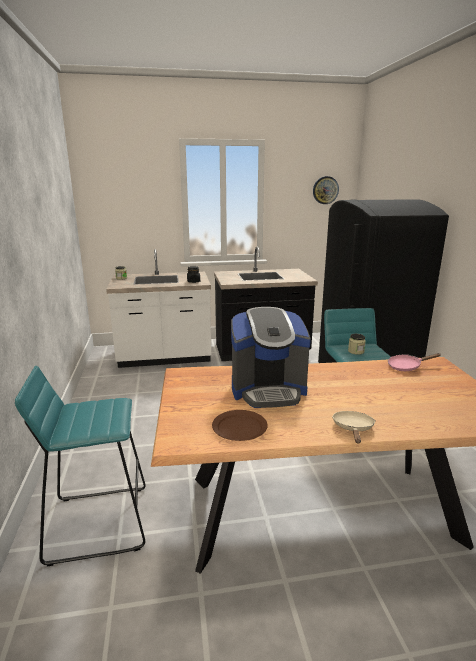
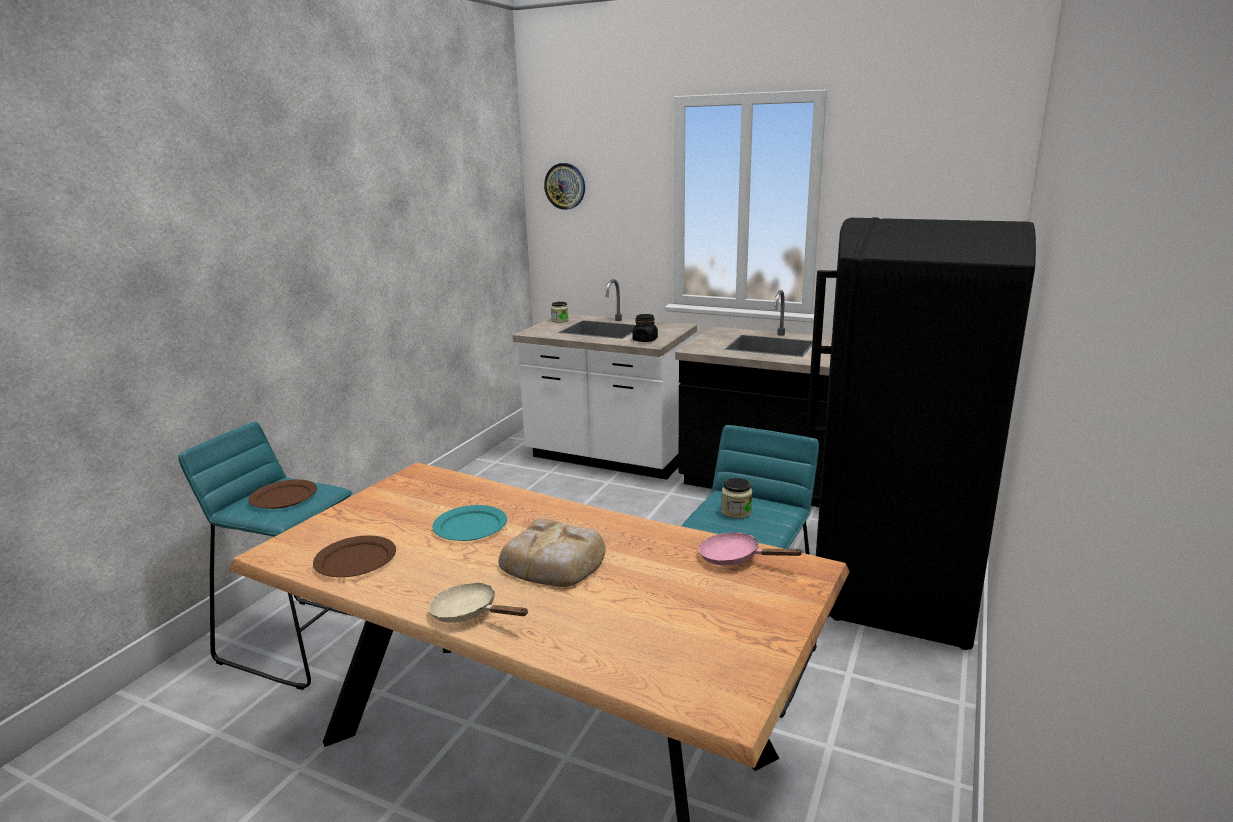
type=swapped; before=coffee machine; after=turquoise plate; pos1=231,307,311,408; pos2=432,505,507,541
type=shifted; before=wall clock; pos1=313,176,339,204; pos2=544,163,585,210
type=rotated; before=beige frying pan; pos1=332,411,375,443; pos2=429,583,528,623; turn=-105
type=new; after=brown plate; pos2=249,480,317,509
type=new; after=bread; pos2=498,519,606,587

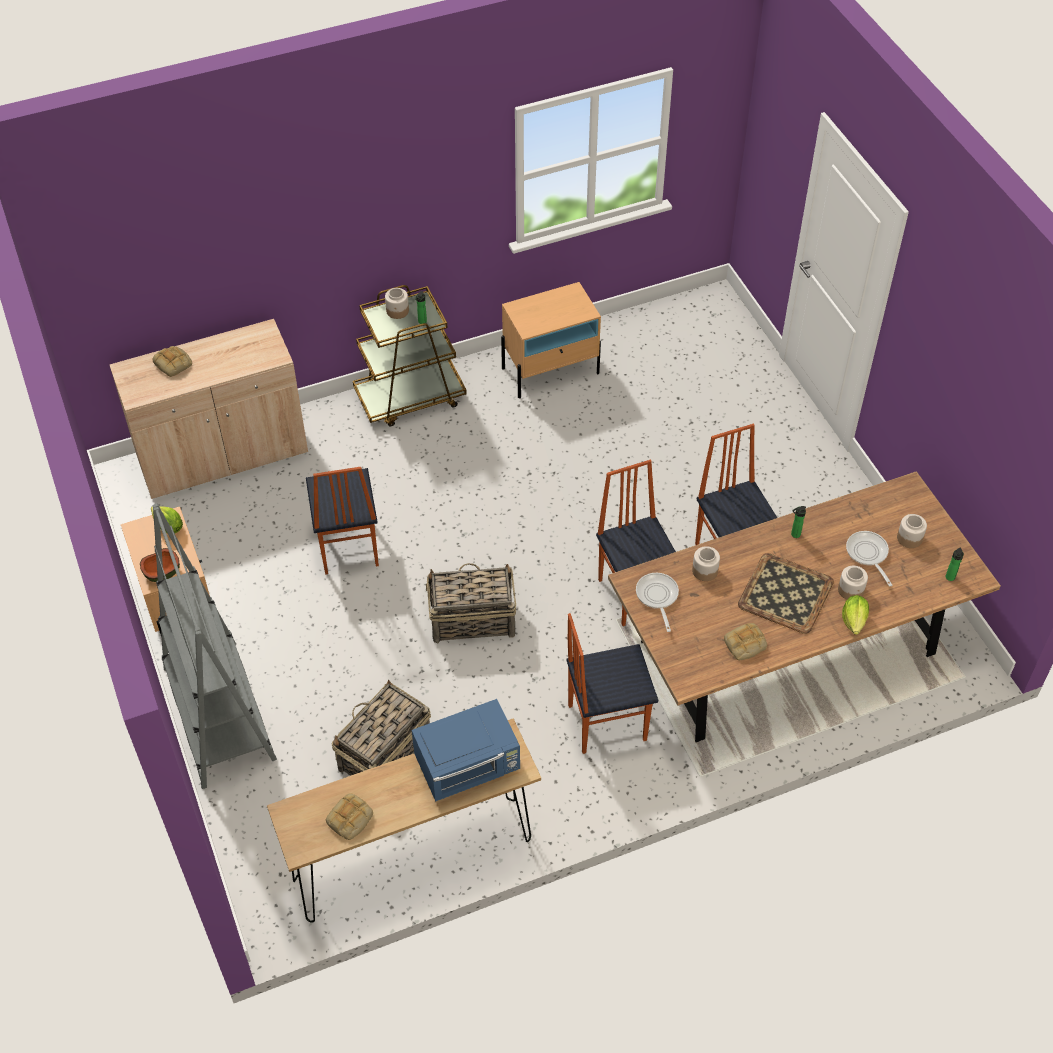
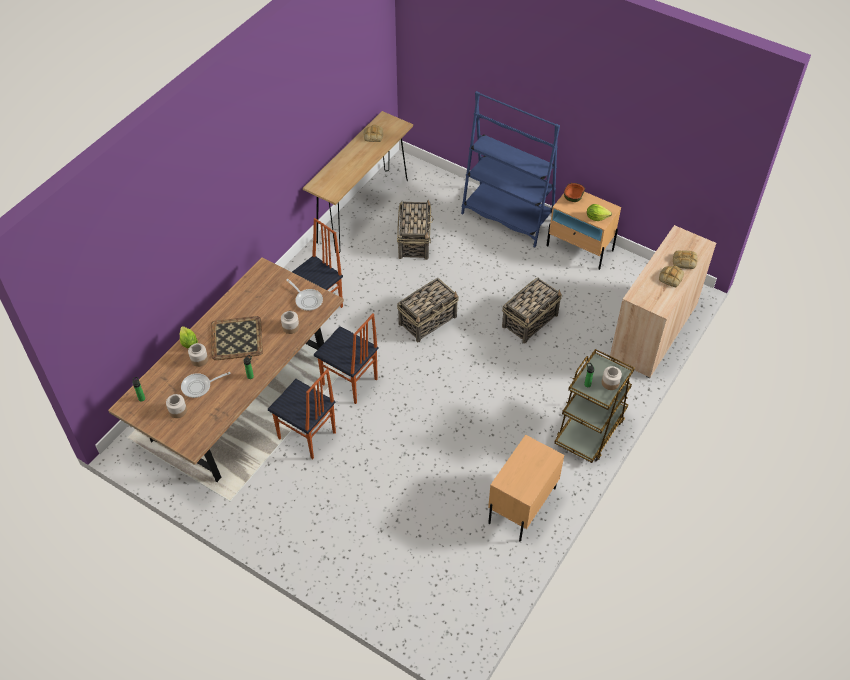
type=repainted; before=grey bookcase; after=blue bookcase; pos1=153,504,277,789; pos2=461,91,560,247
type=swapped; before=chair; after=basket; pos1=306,467,379,574; pos2=502,278,562,343
type=gone; before=blue microwave; pos1=412,699,520,802
type=shifted; before=bread; pos1=724,623,767,660; pos2=659,266,684,287
type=rotated; before=frying pan; pos1=846,531,892,586; pos2=181,372,231,398; turn=120

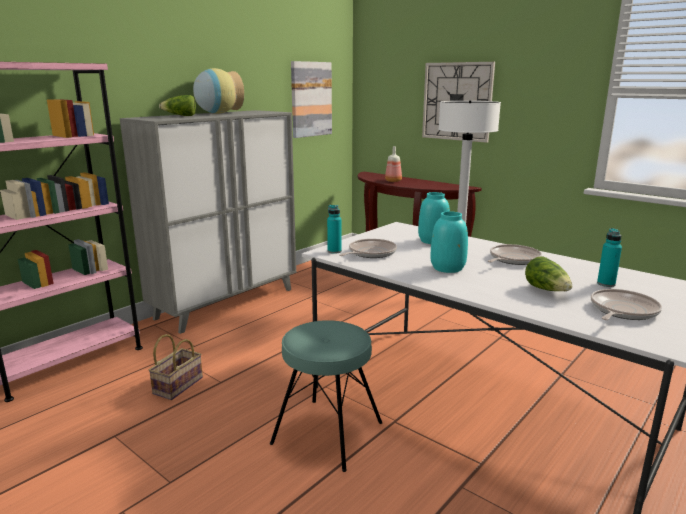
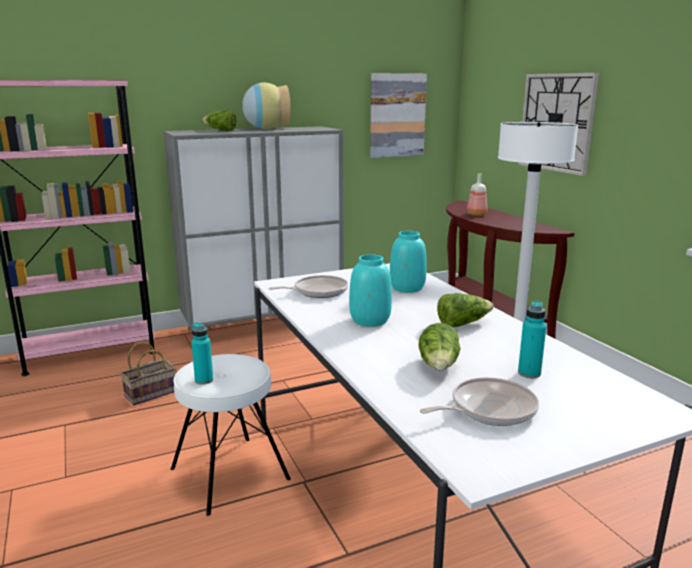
type=repainted; before=turquoise stool; after=white stool; pos1=270,320,382,472; pos2=171,354,291,516
type=shifted; before=turquoise bottle; pos1=327,205,342,254; pos2=192,323,213,385
type=swapped; before=frying pan; after=lettuce; pos1=488,244,542,265; pos2=437,293,494,327

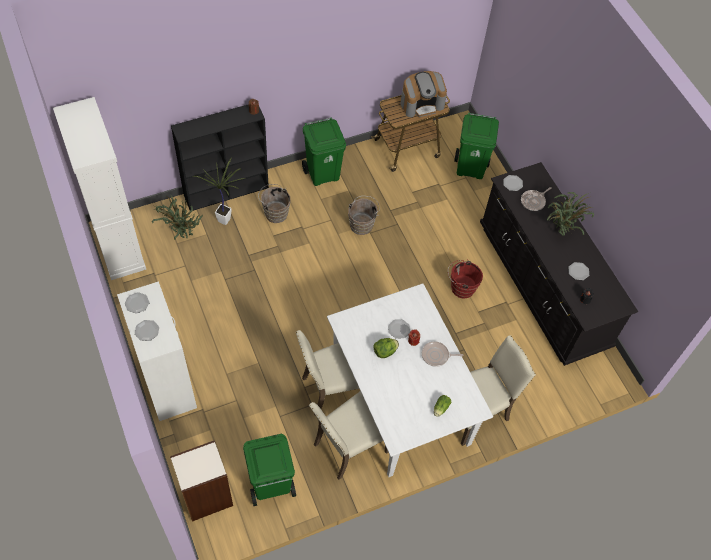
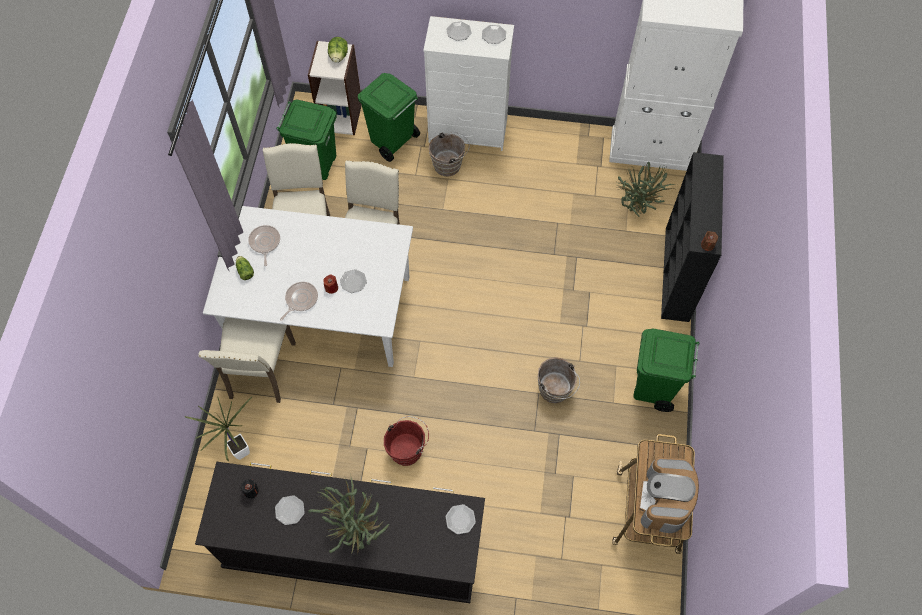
type=shifted; before=potted plant; pos1=193,158,245,225; pos2=184,397,252,461
type=shifted; before=brown bucket; pos1=258,184,290,223; pos2=429,132,470,177
type=shifted; before=lettuce; pos1=373,338,399,358; pos2=328,37,348,63
type=shifted; before=green trash can; pos1=454,113,499,179; pos2=358,73,420,162
type=shifted; before=frying pan; pos1=521,187,552,211; pos2=248,225,280,266

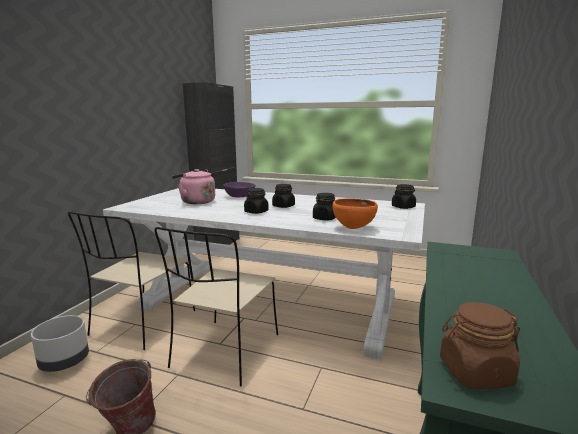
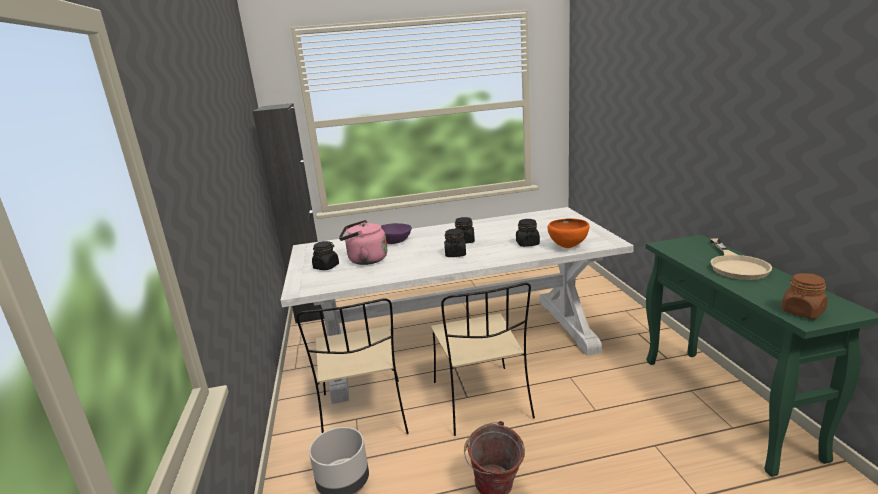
type=shifted; before=black jar; pos1=392,184,416,209; pos2=312,241,339,270
type=new; after=beige frying pan; pos2=710,239,772,280

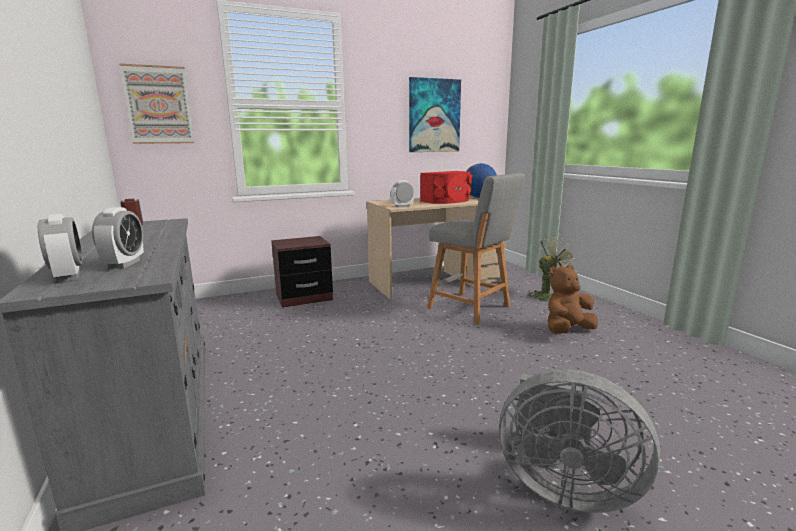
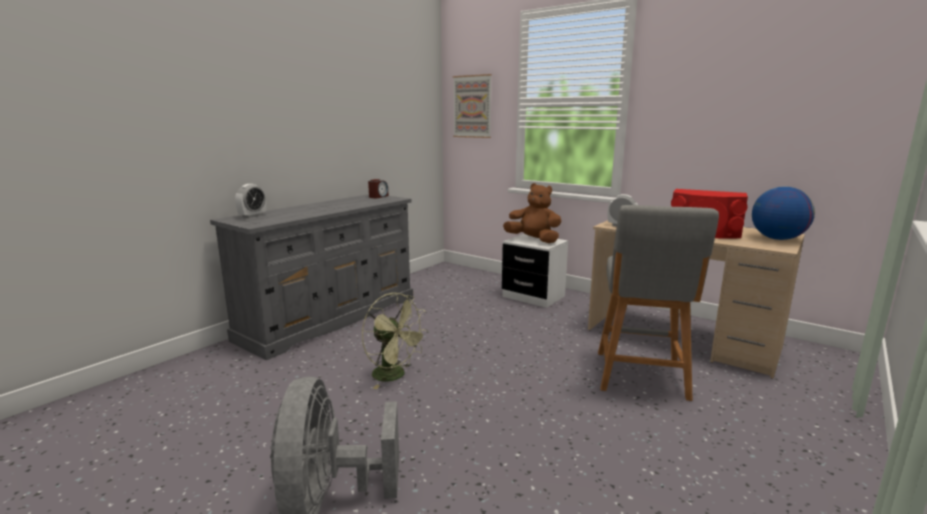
type=gone; before=alarm clock; pos1=92,207,144,269
type=repainted; before=brown nightstand; after=white nightstand; pos1=271,236,333,308; pos2=502,234,568,308
type=gone; before=picture; pos1=409,77,461,152
type=shifted; before=green fan; pos1=526,236,579,300; pos2=362,293,428,389
type=shifted; before=brown plush toy; pos1=547,265,598,334; pos2=503,183,561,243

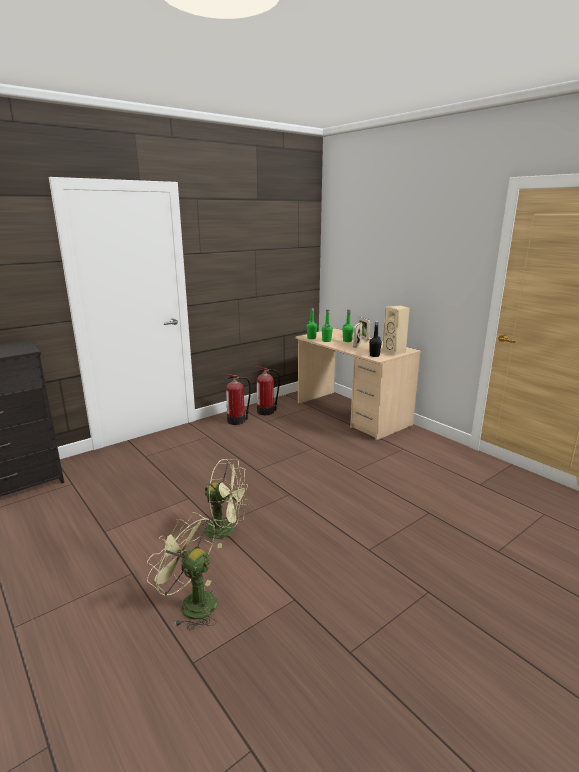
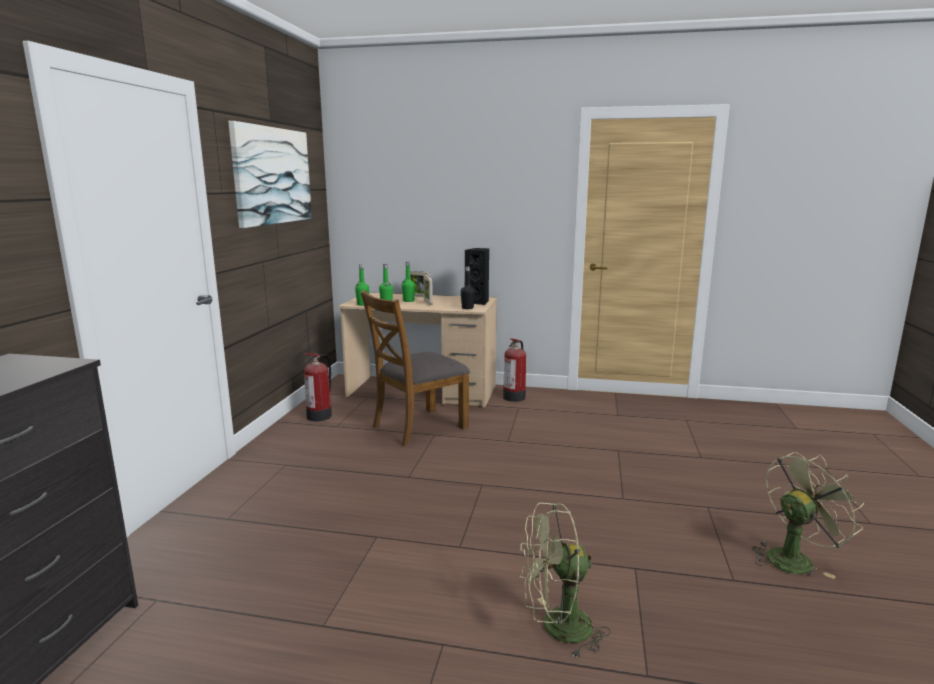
type=shifted; before=green fan; pos1=201,459,249,548; pos2=752,452,864,579
type=shifted; before=fire extinguisher; pos1=223,373,251,425; pos2=503,338,526,402
type=repainted; before=beige speaker; after=black speaker; pos1=382,305,410,356; pos2=465,248,489,305
type=new; after=picture; pos2=228,121,312,228
type=new; after=brown chair; pos2=361,290,470,447

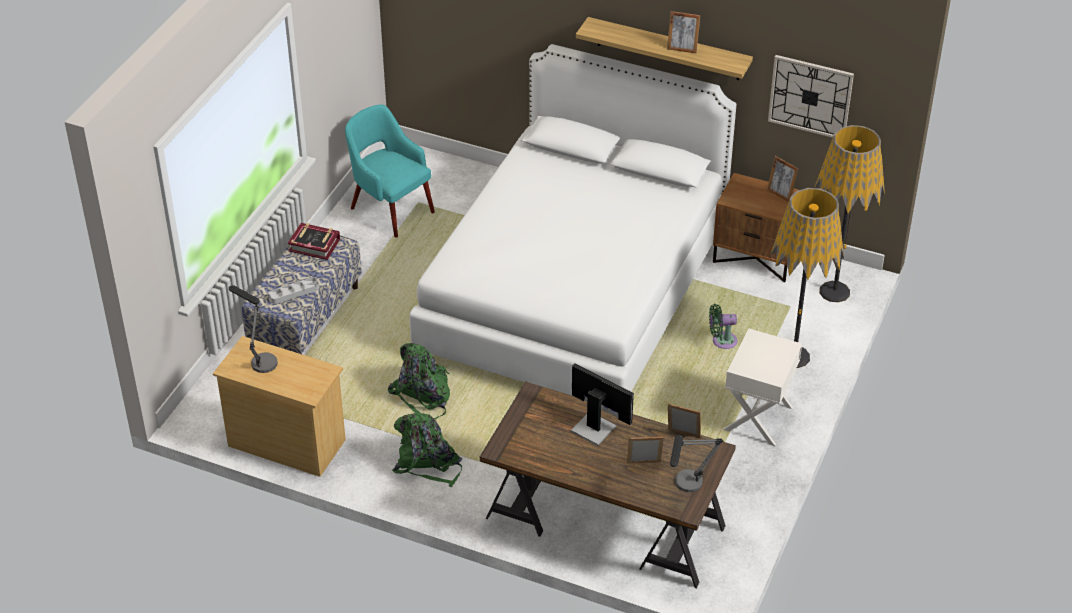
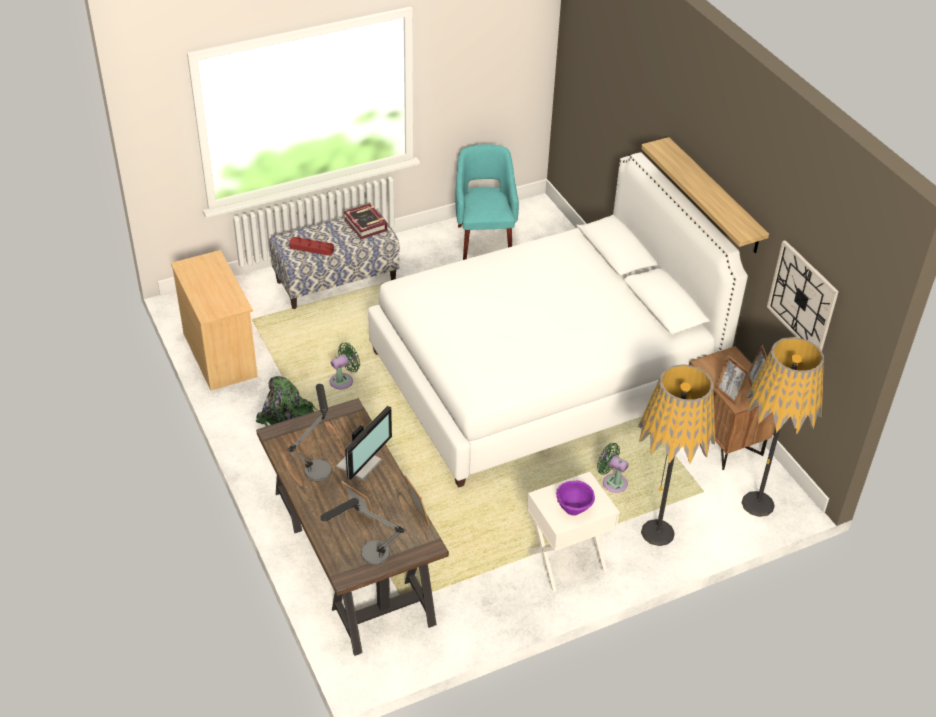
type=shifted; before=table lamp; pos1=229,285,278,373; pos2=287,384,332,482
type=repainted; before=grey tray; after=red tray; pos1=269,277,319,304; pos2=289,237,334,256
type=swapped; before=green backpack; after=green fan; pos1=388,343,450,420; pos2=330,342,360,389
type=rotated; before=monitor; pos1=571,363,634,446; pos2=336,406,392,480; turn=45
type=shifted; before=picture frame; pos1=667,11,700,53; pos2=715,355,750,406
type=new; after=purple bowl; pos2=556,480,595,516

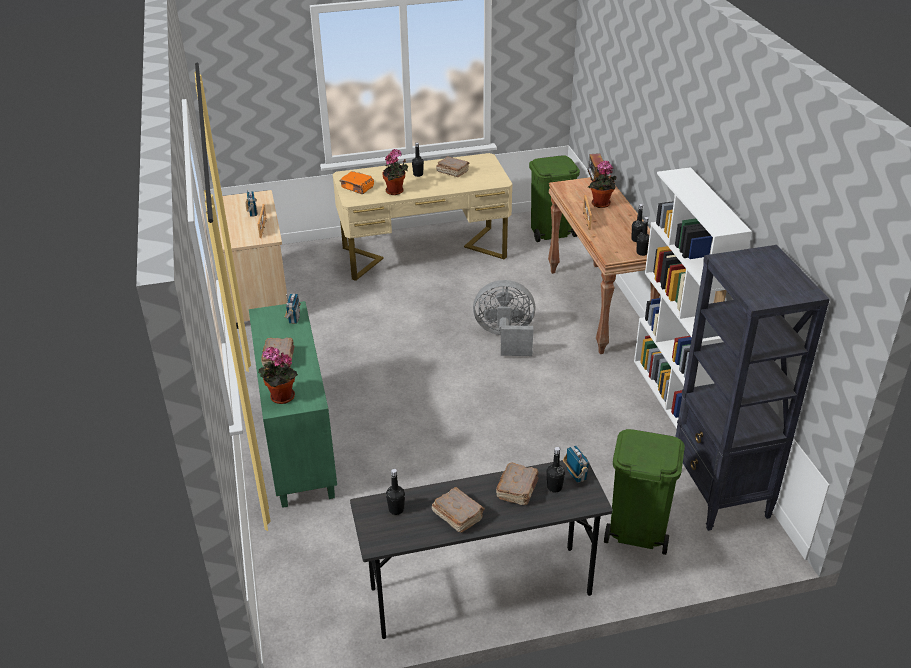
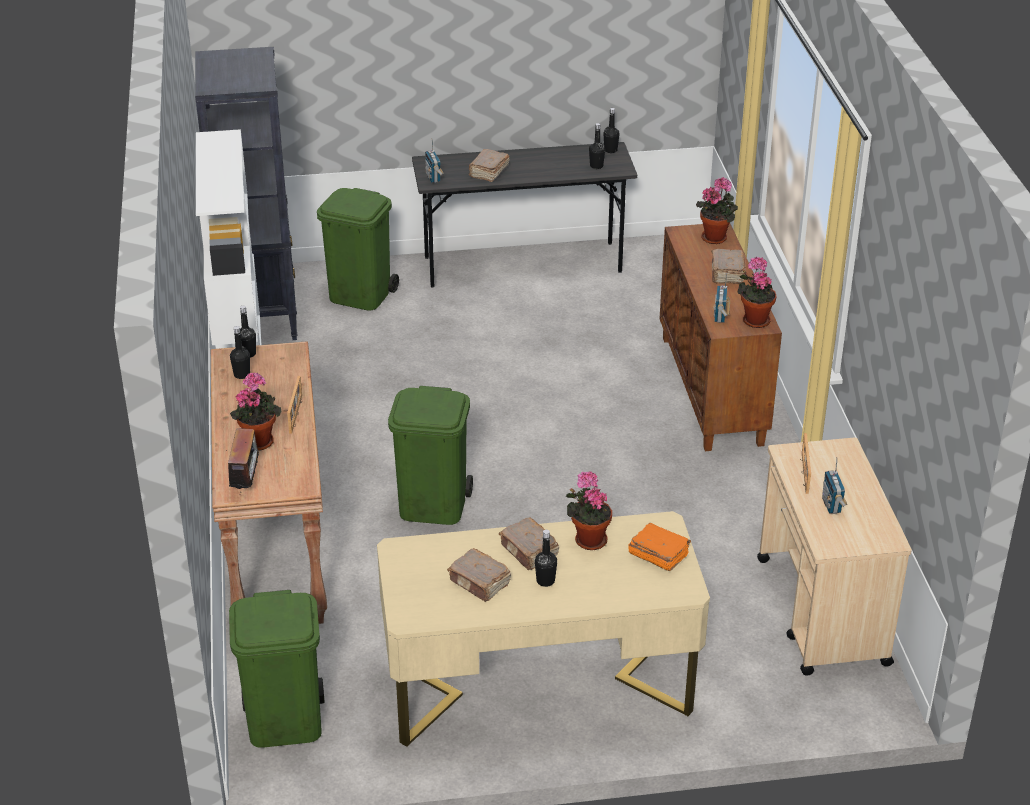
type=repainted; before=green cabinet; after=brown cabinet; pos1=249,301,337,508; pos2=659,224,782,451
type=shifted; before=brown book; pos1=432,487,485,533; pos2=499,518,559,570
type=swapped; before=grey fan; after=green trash can; pos1=473,280,536,356; pos2=388,386,473,525
type=shifted; before=black bottle; pos1=546,447,565,493; pos2=603,108,619,153
type=new; after=potted plant; pos2=738,257,777,328

